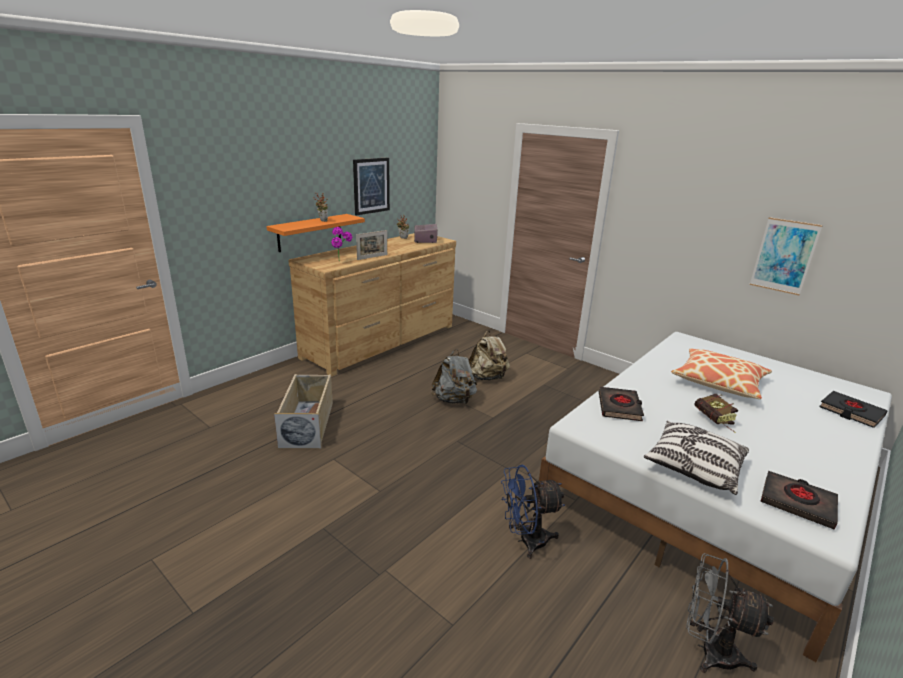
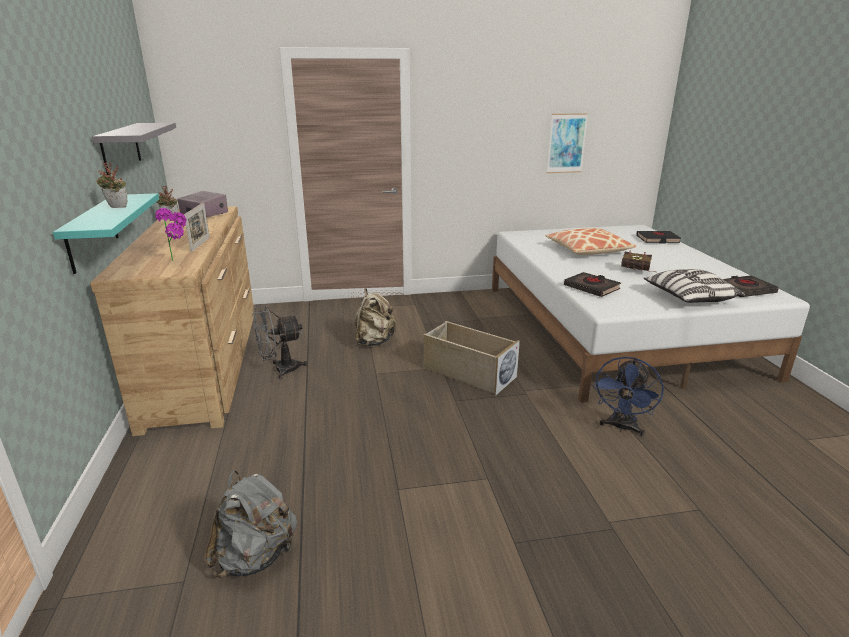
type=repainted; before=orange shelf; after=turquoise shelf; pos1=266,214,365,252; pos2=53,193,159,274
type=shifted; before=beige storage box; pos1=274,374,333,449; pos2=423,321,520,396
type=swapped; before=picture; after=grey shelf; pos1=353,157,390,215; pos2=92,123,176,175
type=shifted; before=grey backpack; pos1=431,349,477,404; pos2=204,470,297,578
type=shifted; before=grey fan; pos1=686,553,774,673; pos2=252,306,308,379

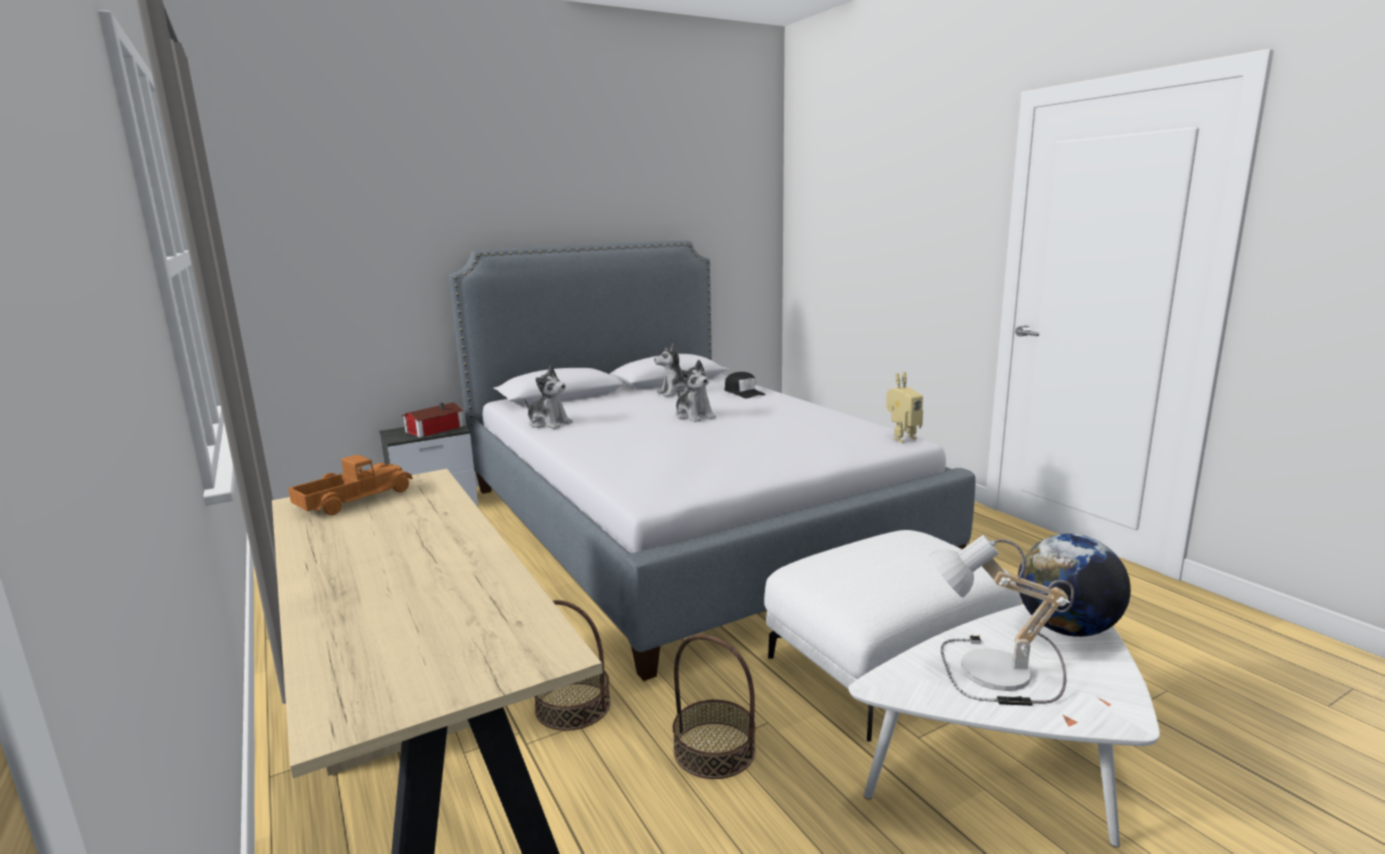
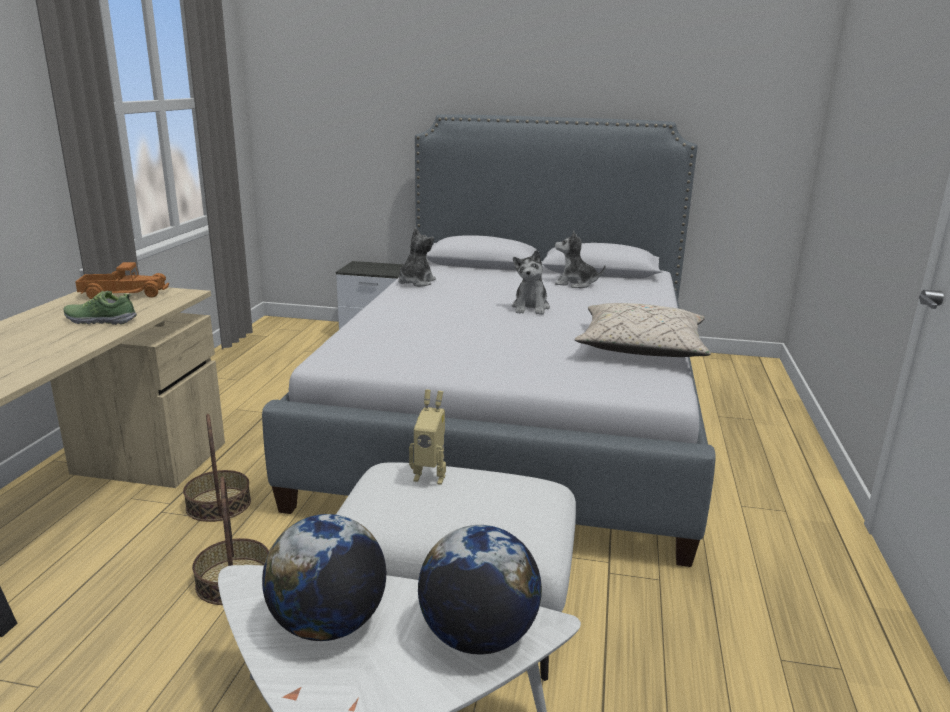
type=gone; before=toy house; pos1=402,402,464,437
type=rotated; before=plush toy; pos1=524,366,573,429; pos2=398,227,436,287; turn=-135
type=gone; before=black cap; pos1=725,372,766,398
type=shifted; before=toy robot; pos1=886,372,923,443; pos2=409,390,446,485
type=swapped; before=table lamp; after=globe; pos1=929,535,1074,706; pos2=262,514,386,641
type=new; after=shoe; pos2=63,291,137,325
type=new; after=beige pillow; pos2=575,303,711,357

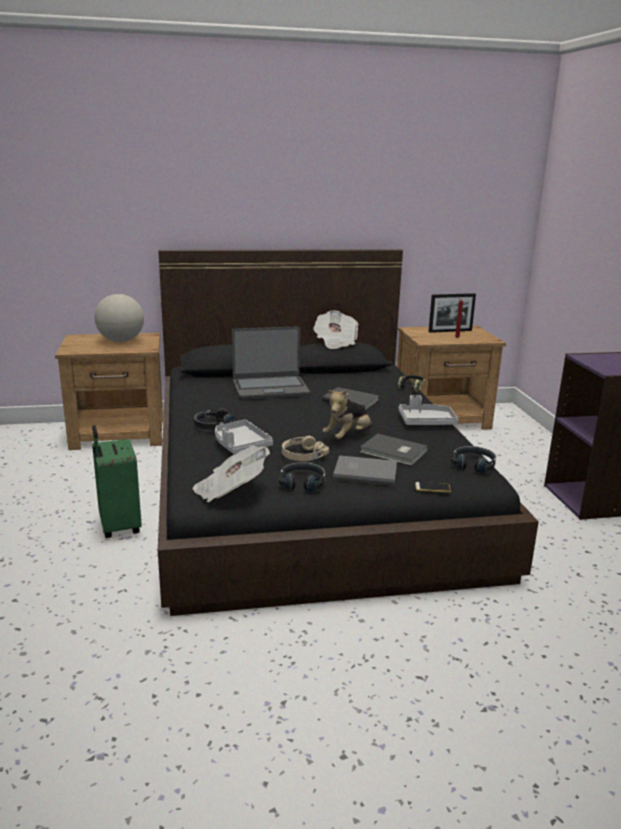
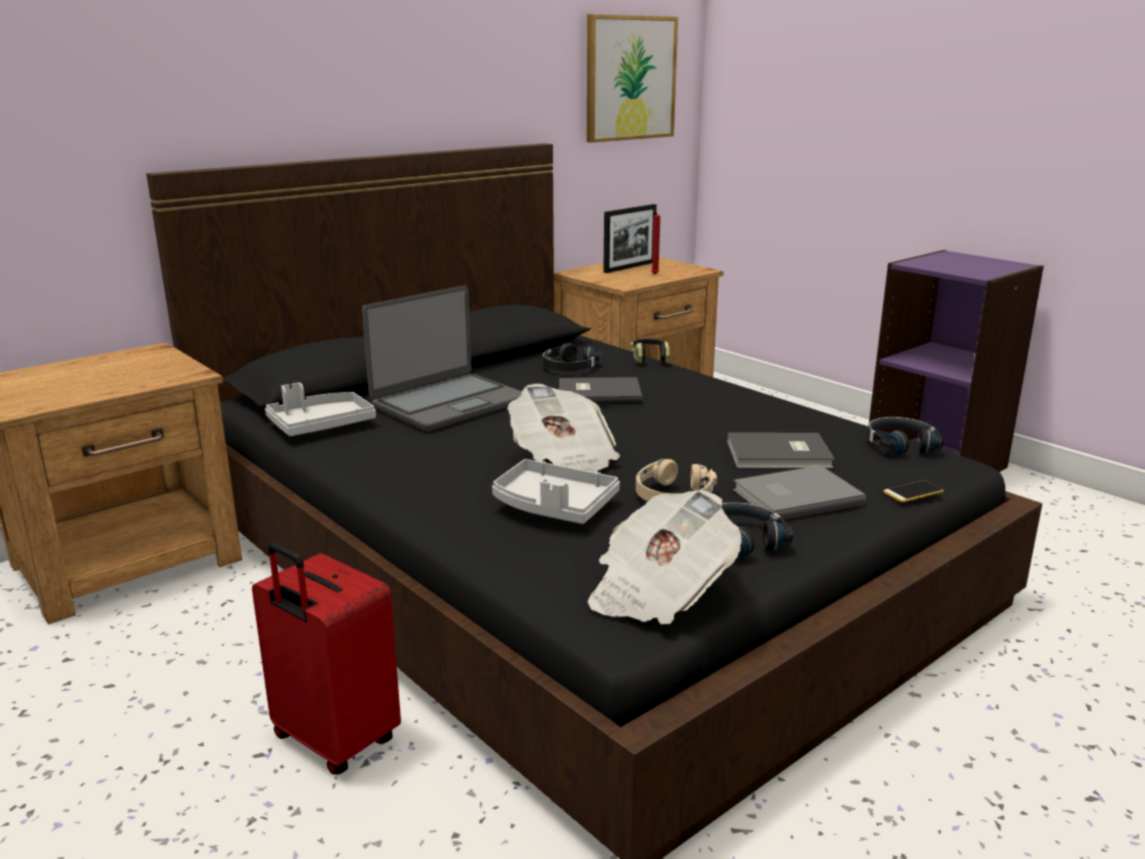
type=repainted; before=green suitcase; after=red suitcase; pos1=92,425,142,538; pos2=252,542,401,775
type=gone; before=globe; pos1=94,294,144,342
type=shifted; before=black headphones; pos1=194,409,237,430; pos2=542,343,601,371
type=shifted; before=newspaper; pos1=313,310,358,349; pos2=508,384,620,473
type=gone; before=plush toy; pos1=322,389,372,439
type=shifted; before=grey tray; pos1=398,395,458,425; pos2=265,382,376,436
type=new; after=picture; pos2=587,14,678,143

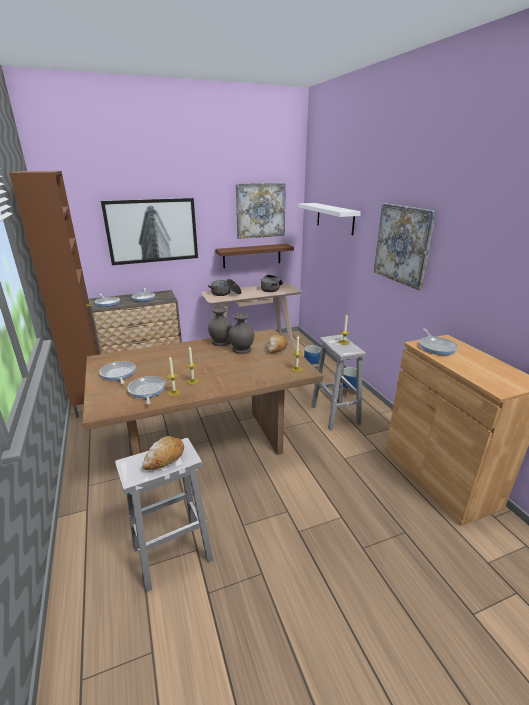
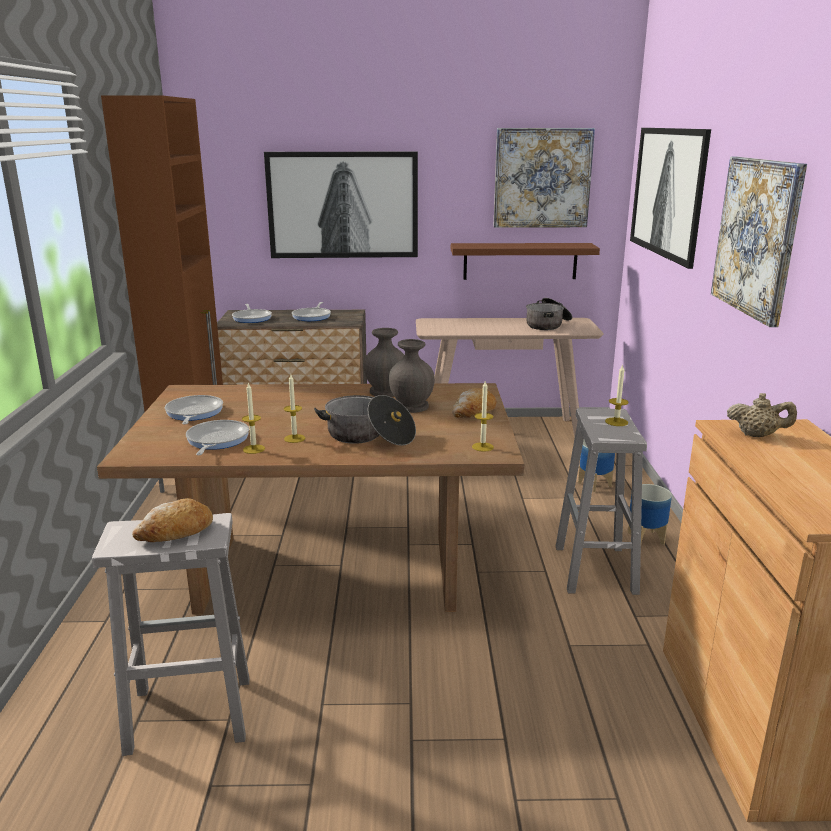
type=shifted; before=cooking pot; pos1=208,279,242,296; pos2=314,395,416,446
type=swapped; before=white shelf; after=picture; pos1=298,203,361,236; pos2=630,128,711,269
type=swapped; before=frying pan; after=beige teapot; pos1=419,328,458,355; pos2=727,393,797,437

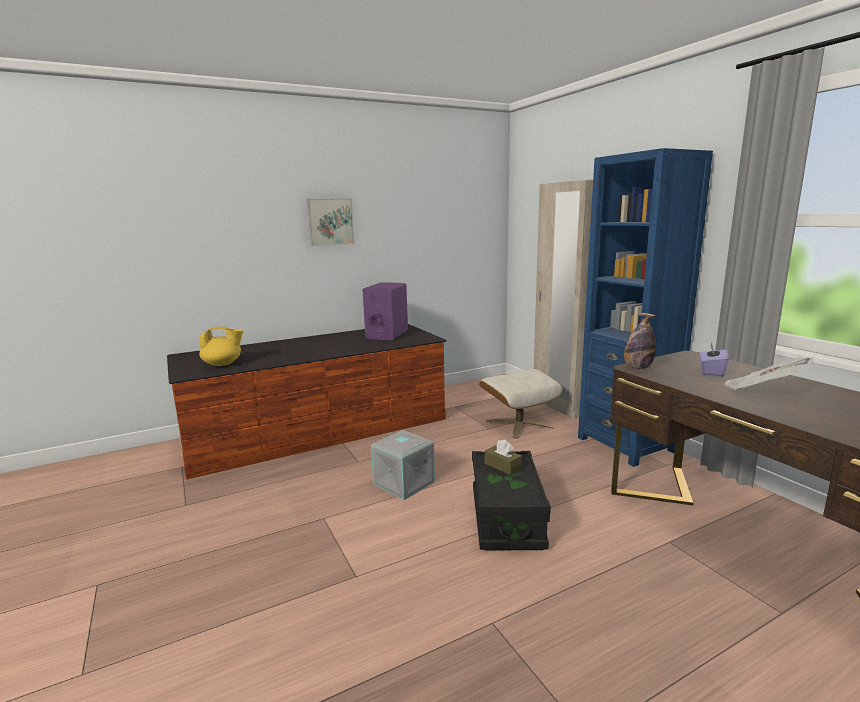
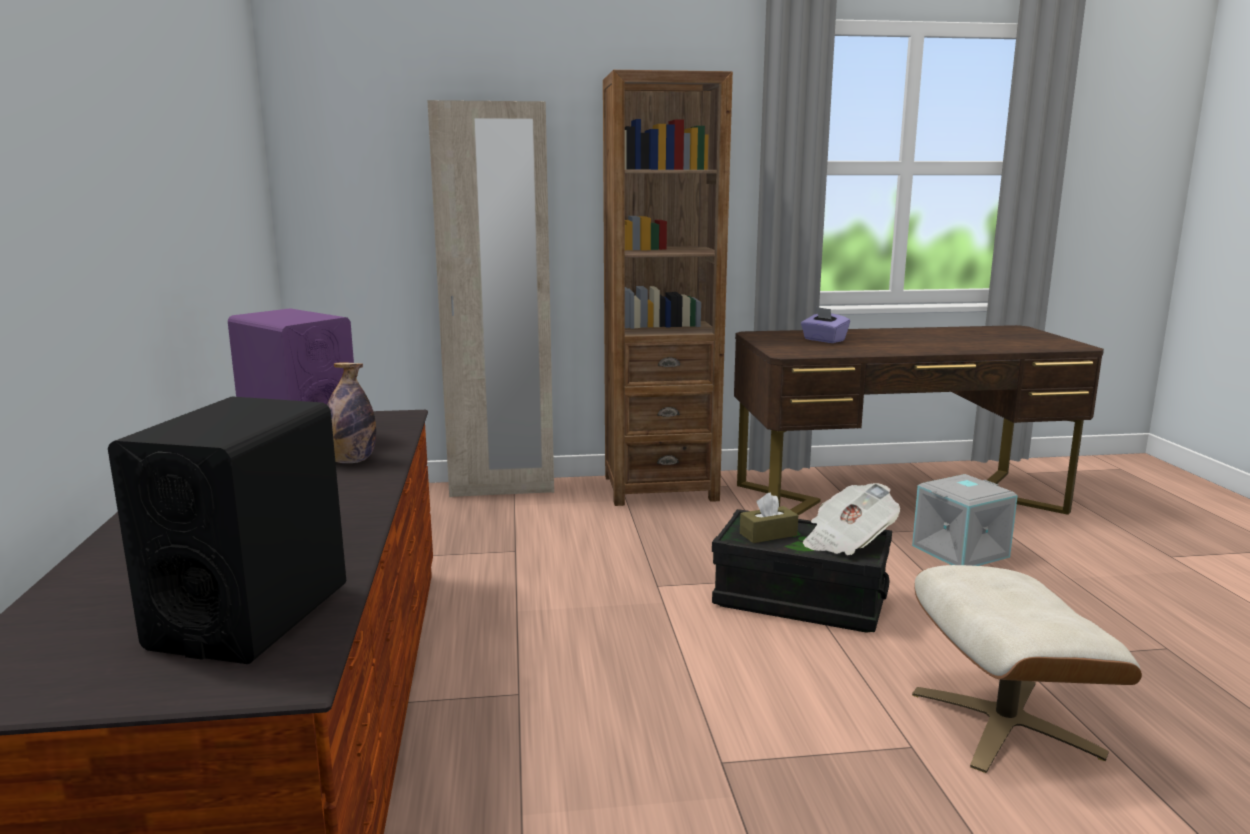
type=swapped; before=yellow teapot; after=black speaker; pos1=199,327,243,366; pos2=108,397,346,664
type=gone; before=picture; pos1=306,198,355,246
type=shifted; before=grey storage box; pos1=371,430,435,500; pos2=912,474,1018,566
type=shifted; before=beige ottoman; pos1=479,369,563,439; pos2=912,565,1142,773
type=repainted; before=blue bookcase; after=brown bookcase; pos1=578,148,713,467; pos2=603,70,733,506
type=shifted; before=bottle; pos1=624,313,656,369; pos2=327,363,376,463
type=shifted; before=newspaper; pos1=725,357,814,390; pos2=803,483,900,555

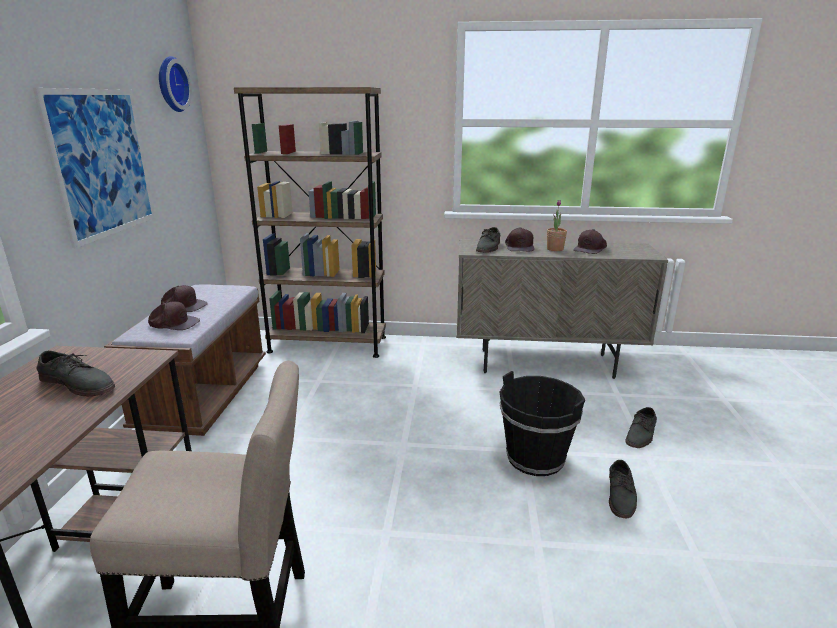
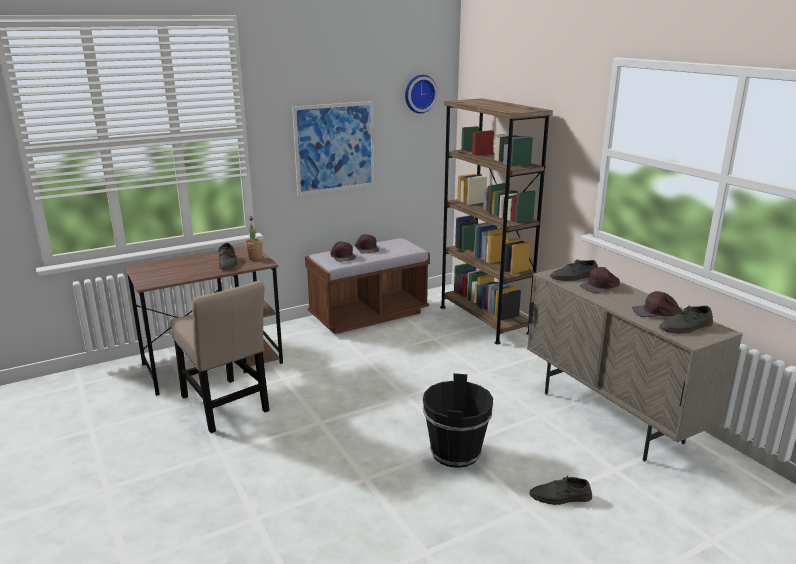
type=shifted; before=potted plant; pos1=547,200,567,251; pos2=245,216,263,260
type=shifted; before=grey shoe; pos1=609,460,637,518; pos2=659,305,713,334

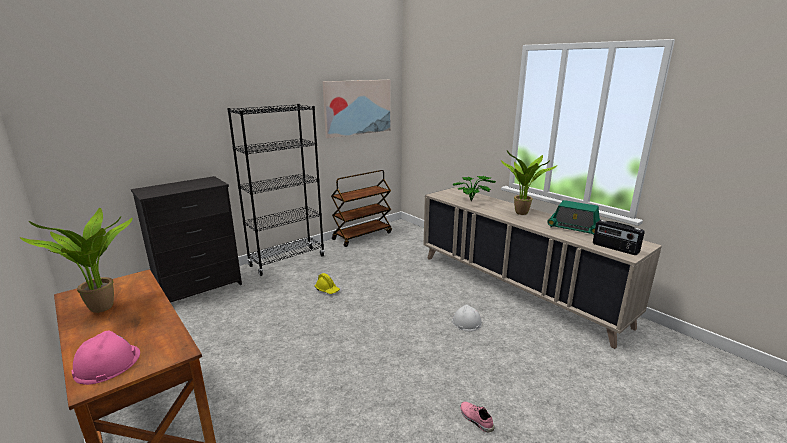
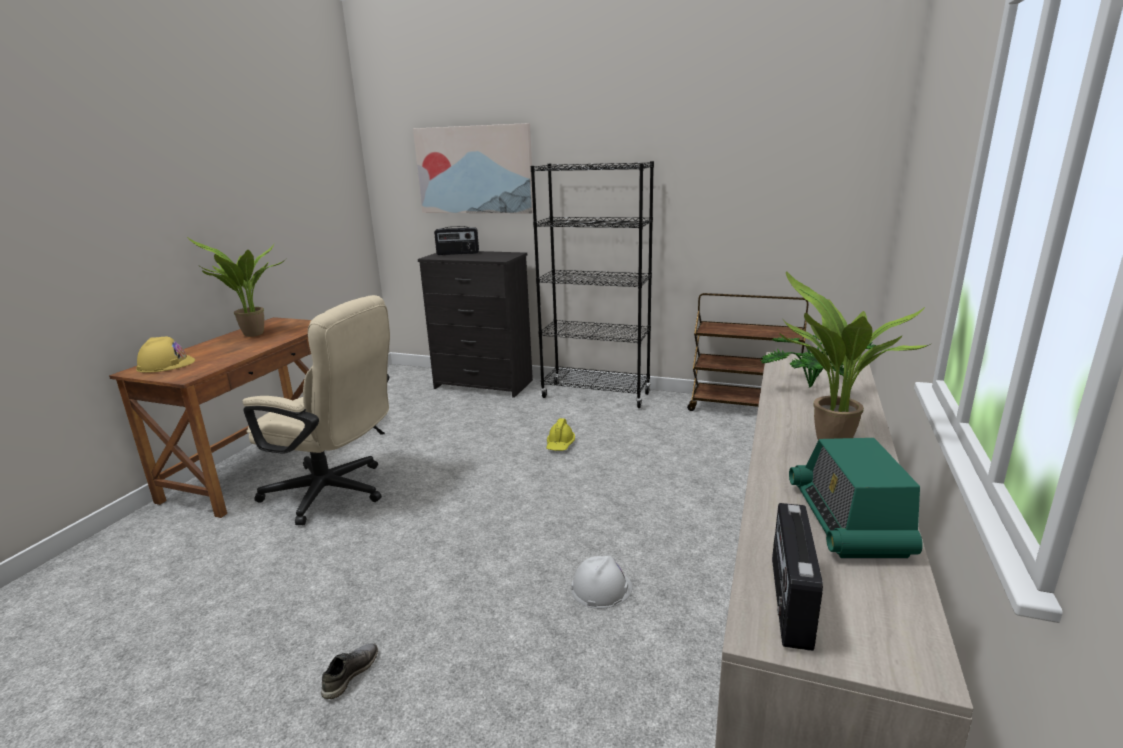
type=repainted; before=pink hard hat; after=yellow hard hat; pos1=71,330,140,385; pos2=136,336,195,373
type=shifted; before=picture; pos1=323,80,391,138; pos2=413,123,533,214
type=repainted; before=pink shoe; after=grey shoe; pos1=460,402,494,432; pos2=321,643,378,699
type=new; after=beige office chair; pos2=243,295,390,525
type=new; after=radio; pos2=434,226,479,255

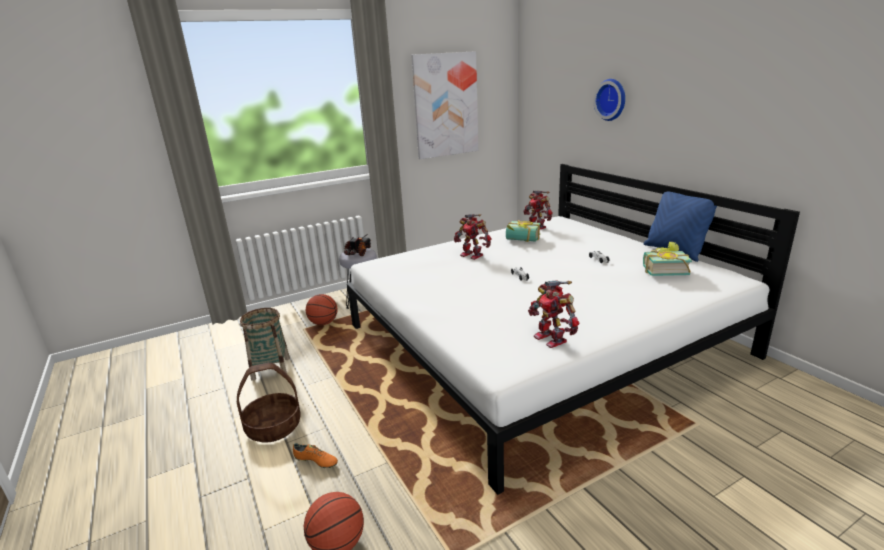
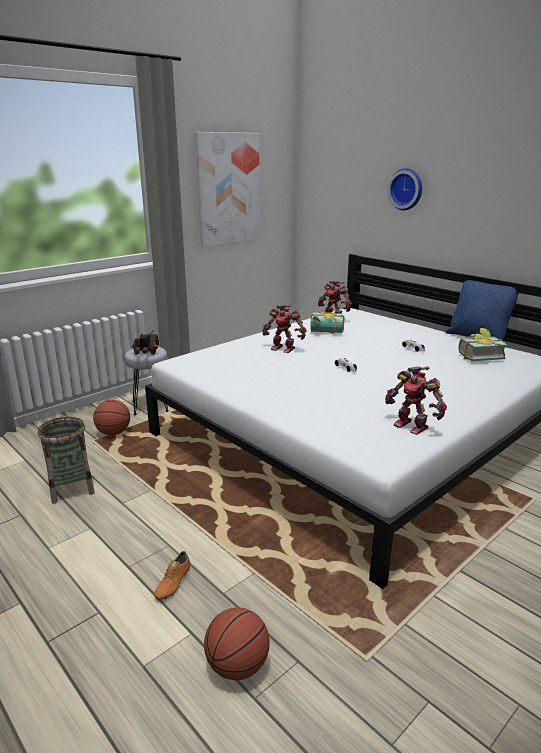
type=gone; before=basket; pos1=237,362,301,443
type=rotated; before=orange shoe; pos1=293,443,338,469; pos2=154,551,190,600; turn=105

